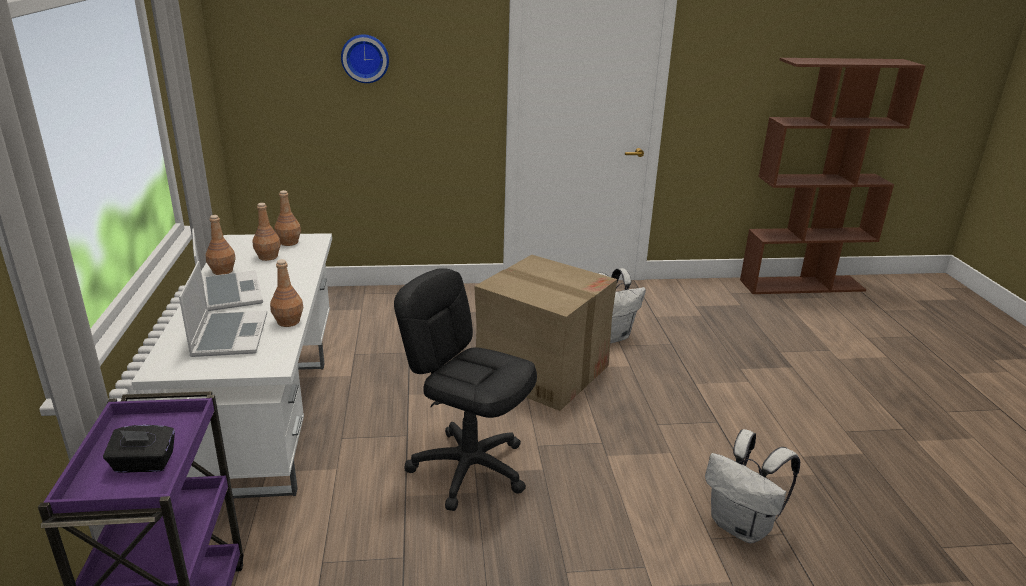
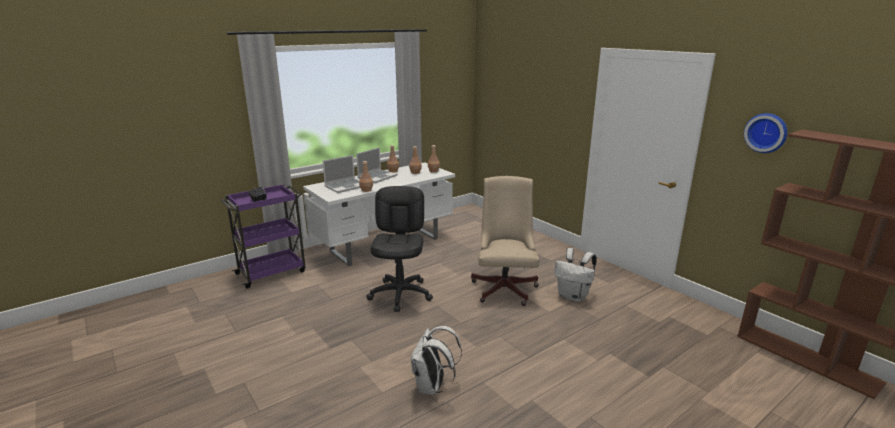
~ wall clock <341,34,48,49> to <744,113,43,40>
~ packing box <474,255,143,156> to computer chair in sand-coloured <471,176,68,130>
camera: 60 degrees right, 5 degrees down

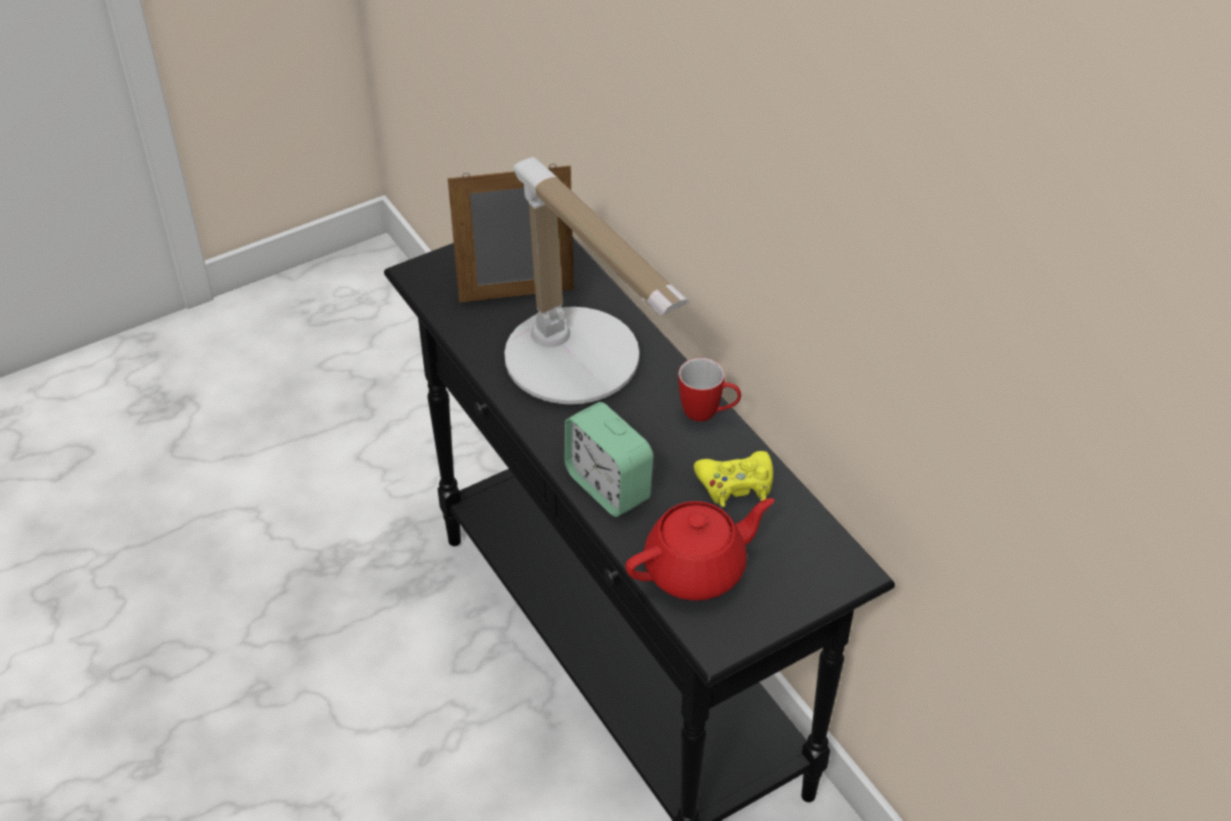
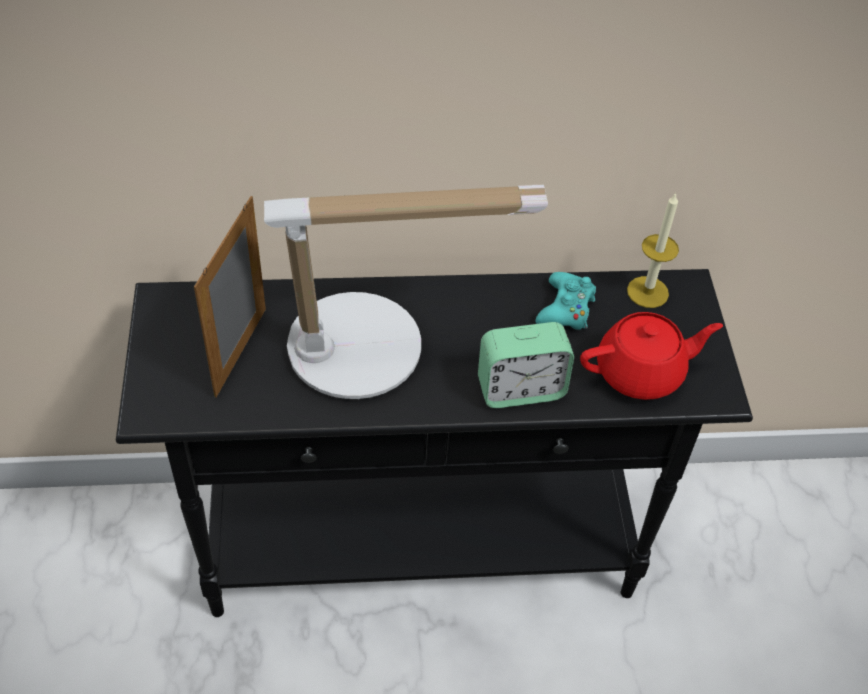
- mug <678,358,63,64>
+ candle <627,192,52,116>
~ gamepad in yellow-coloured <694,451,79,56> to gamepad in turquoise-coloured <536,272,60,58>
~ tea pot in red-coloured <625,498,149,103> = <580,312,143,88> 75 degrees clockwise
camera: 65 degrees left, 5 degrees up

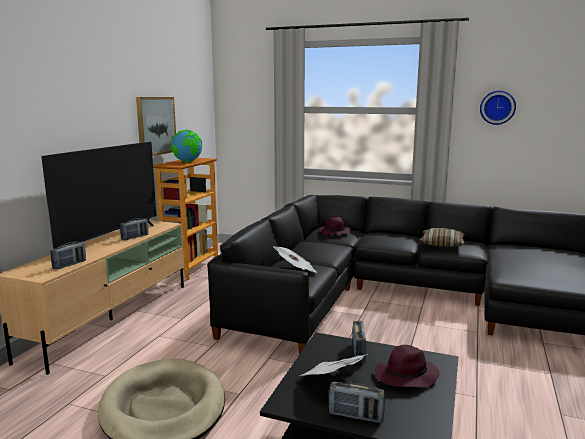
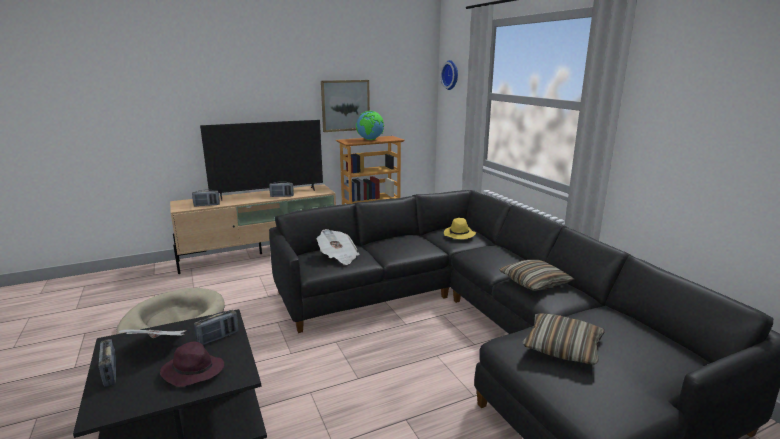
+ throw pillow <522,313,82,52>
~ wall clock <480,91,36,34> to <440,60,18,30>
~ hat in purplish <319,217,32,19> to hat in yellow-coloured <444,218,32,21>
camera: 45 degrees right, 5 degrees up

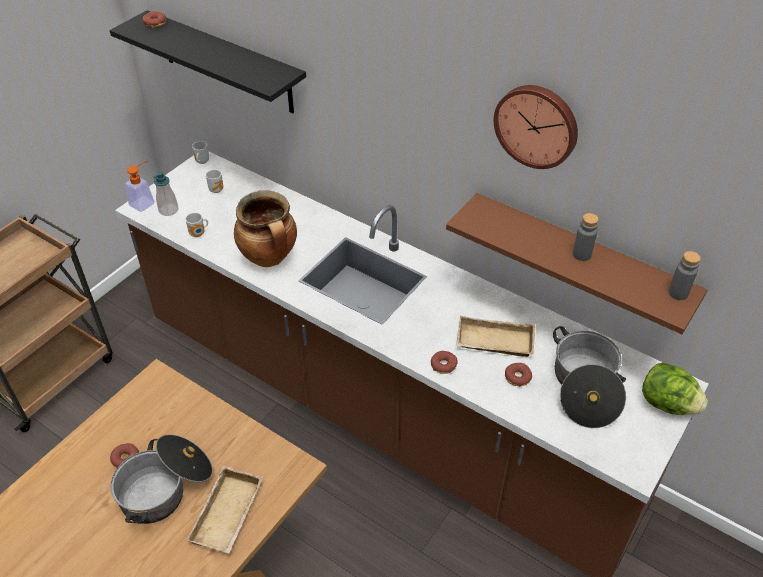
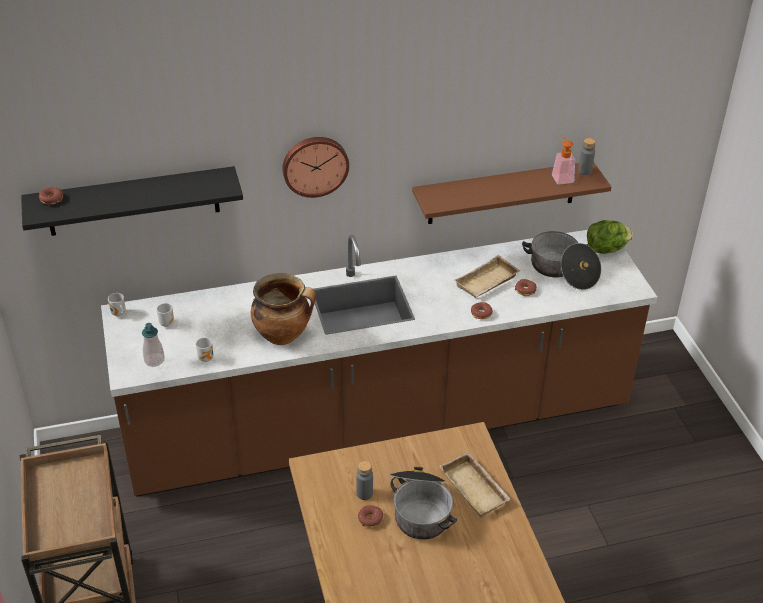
~ soap bottle <125,161,30,51> to <552,134,23,51>
~ wall clock <494,85,84,84> to <282,137,67,61>
~ bottle in greyish <573,213,26,48> to <356,461,17,39>
camera: 50 degrees left, 5 degrees down

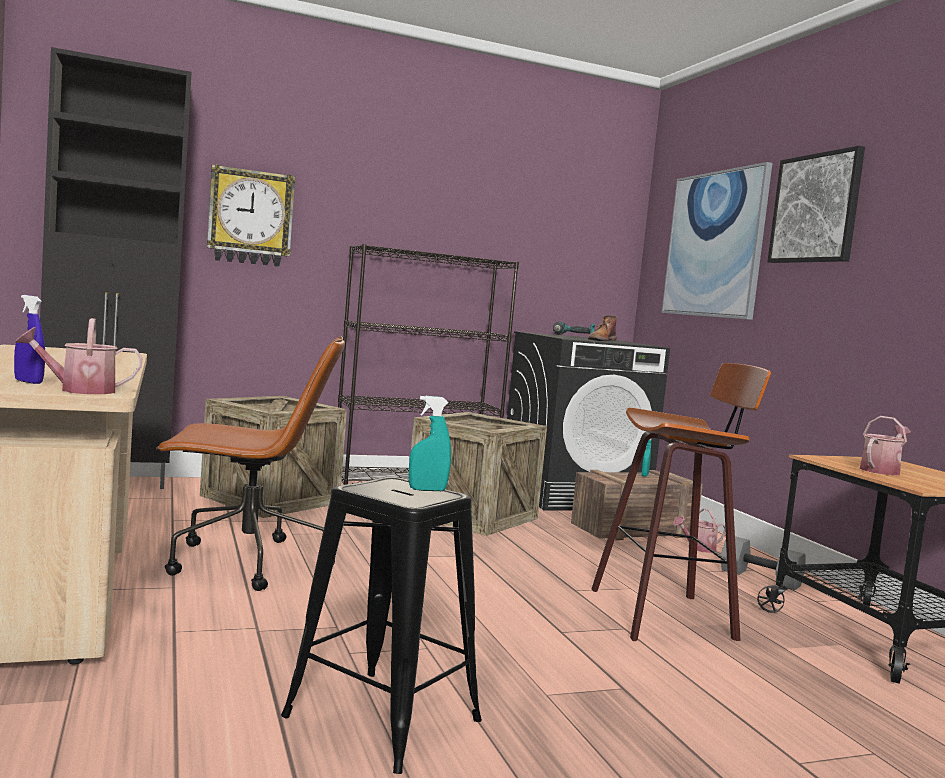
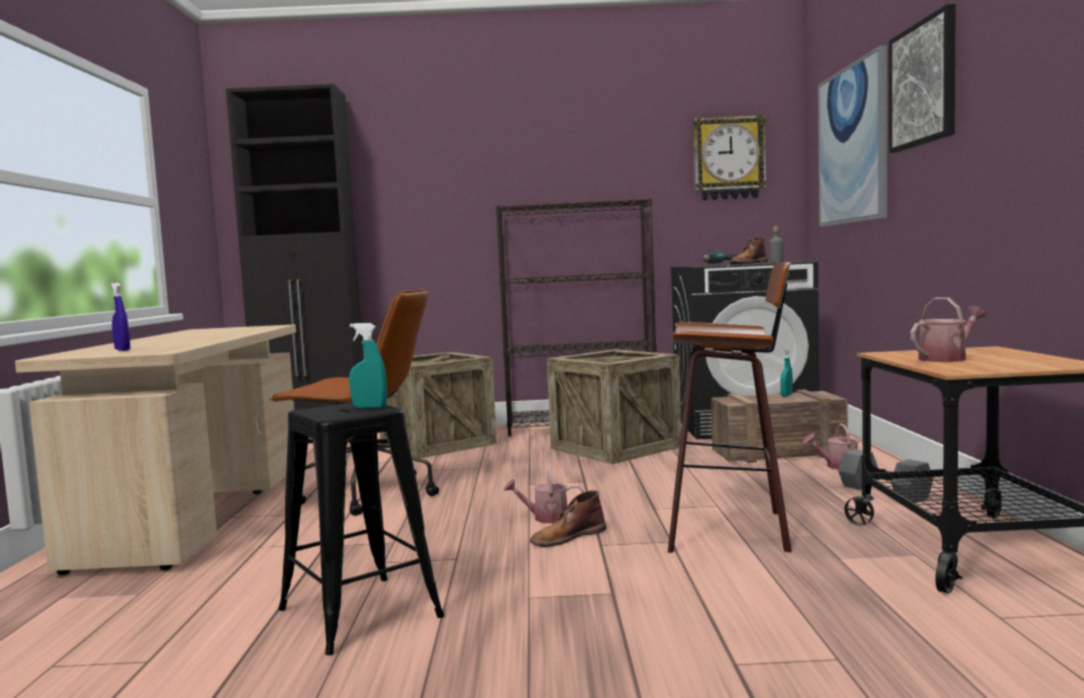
+ boot in brownish <530,490,76,57>
+ bottle in greyish <769,226,14,37>
~ sprinkling can <15,318,128,76> to <503,467,81,56>
~ wall clock <207,165,89,102> to <693,115,74,86>
camera: 20 degrees right, 0 degrees up

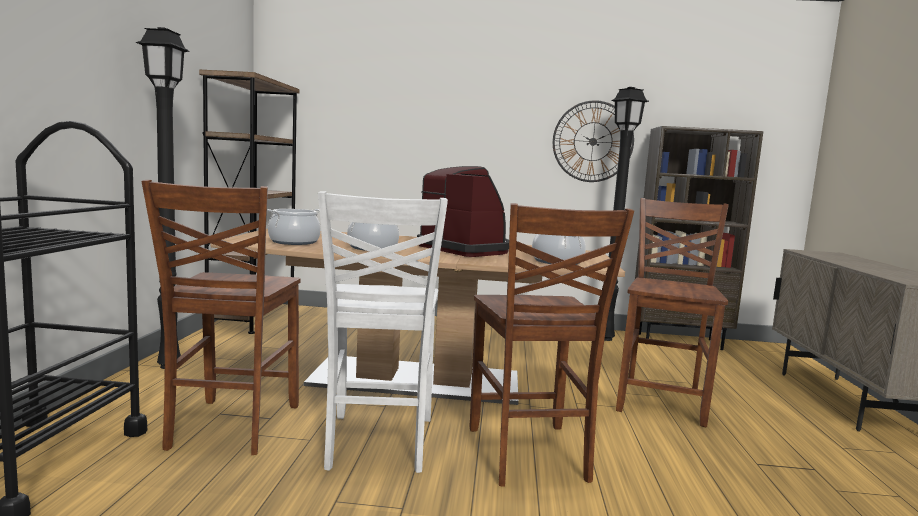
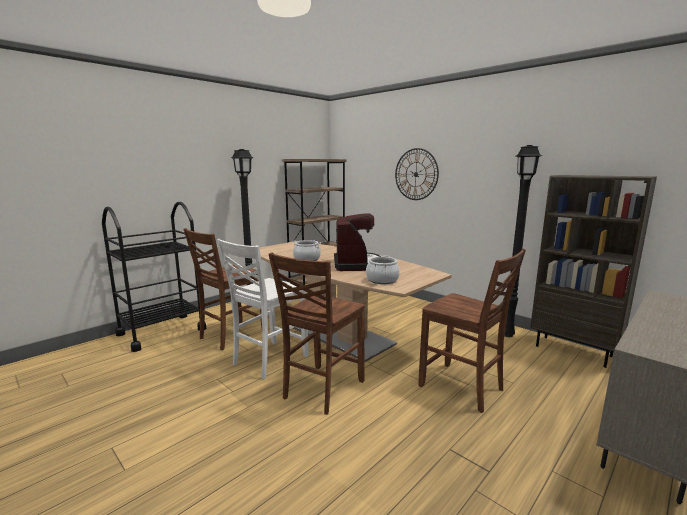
- stockpot <267,209,54,36>
~ wall clock <553,100,81,82> to <395,148,44,52>
~ plain chair in brownish <616,198,113,229> = <418,249,108,164> 75 degrees clockwise
camera: 40 degrees right, 5 degrees up

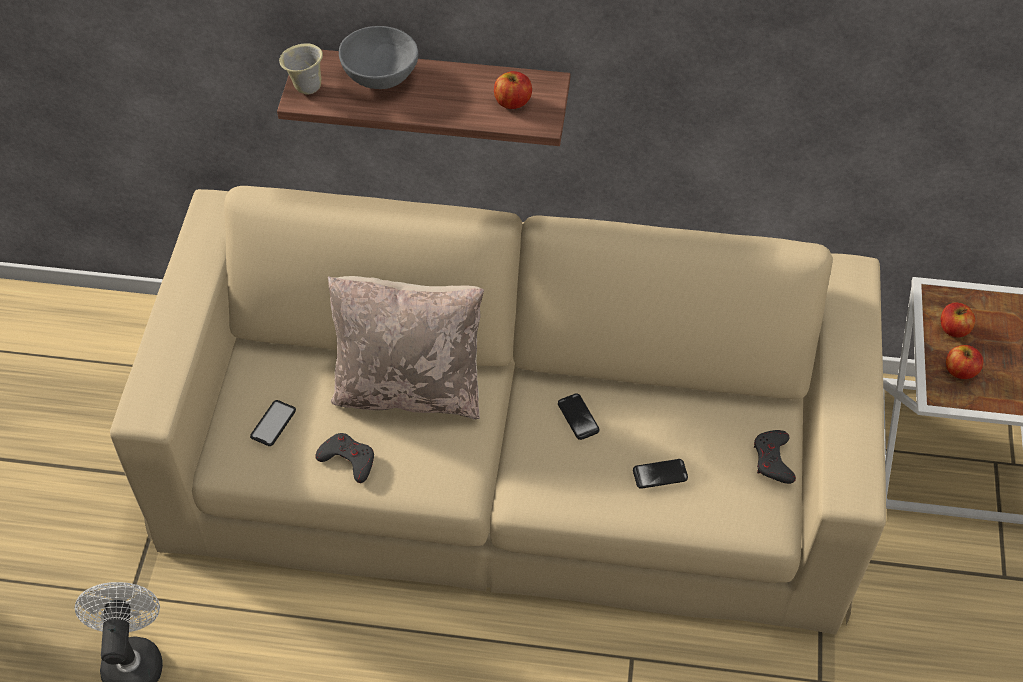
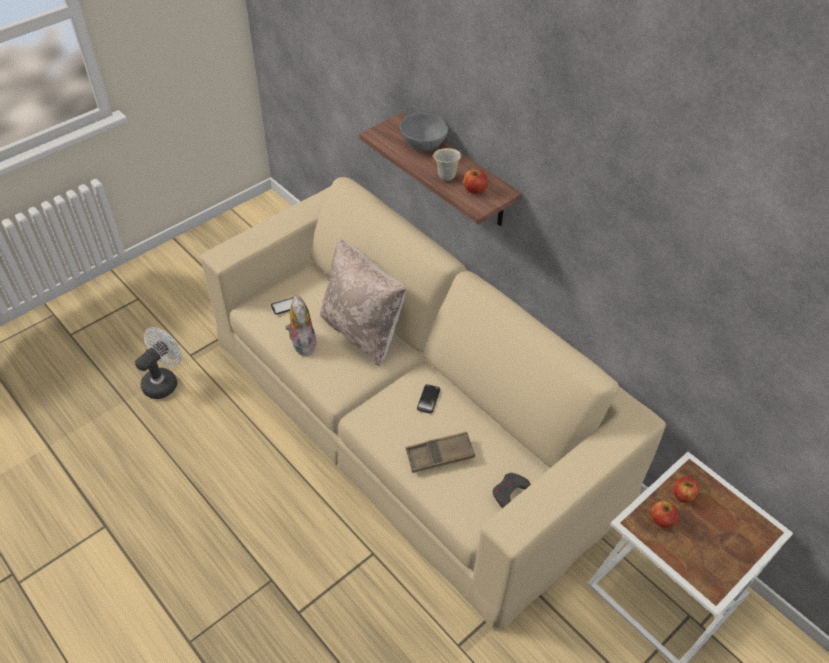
~ mug in sand-coloured <279,43,44,52> to <433,148,28,33>
~ gamepad in greyish <315,433,59,50> to soft toy <285,295,32,61>
~ handset <633,459,55,30> to tray in brownish <406,432,69,41>
camera: 40 degrees right, 5 degrees down

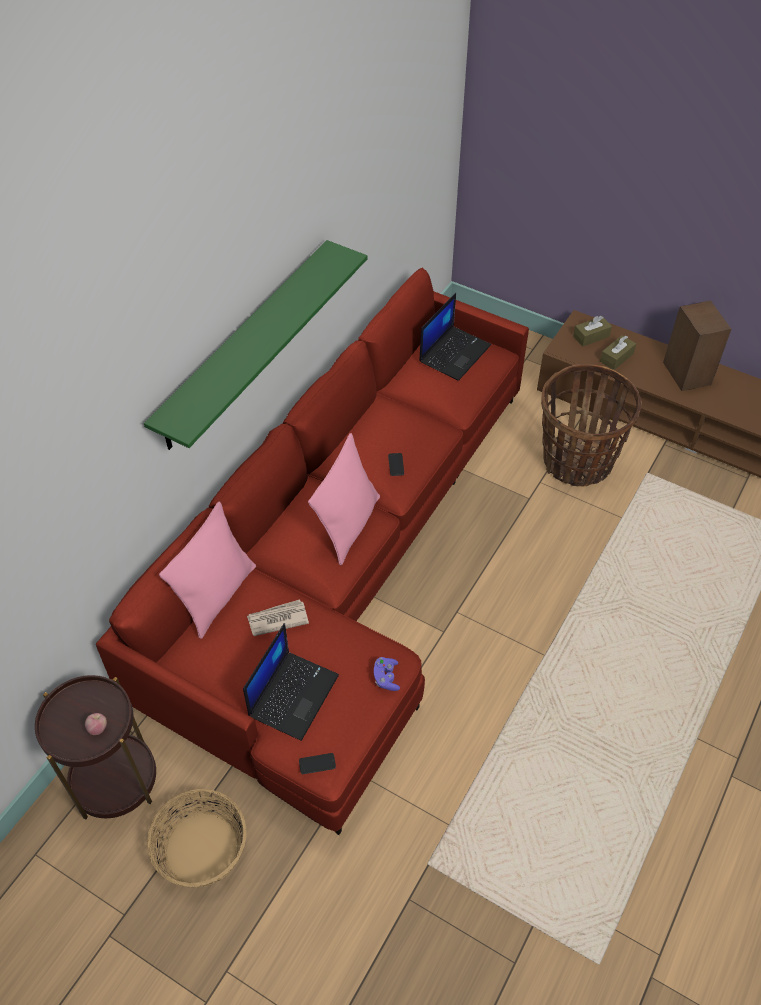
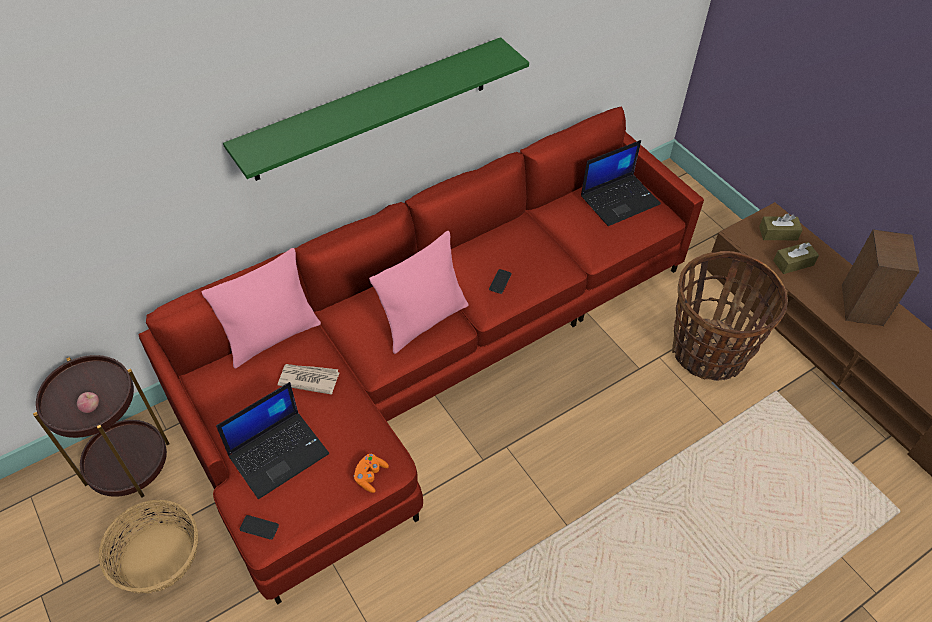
~ gamepad in purplish <374,657,26,34> to gamepad in orange-coloured <354,454,35,39>
camera: 25 degrees right, 0 degrees up

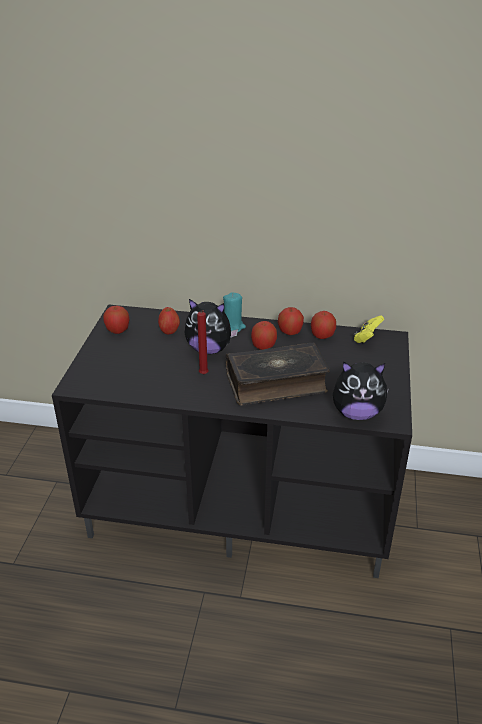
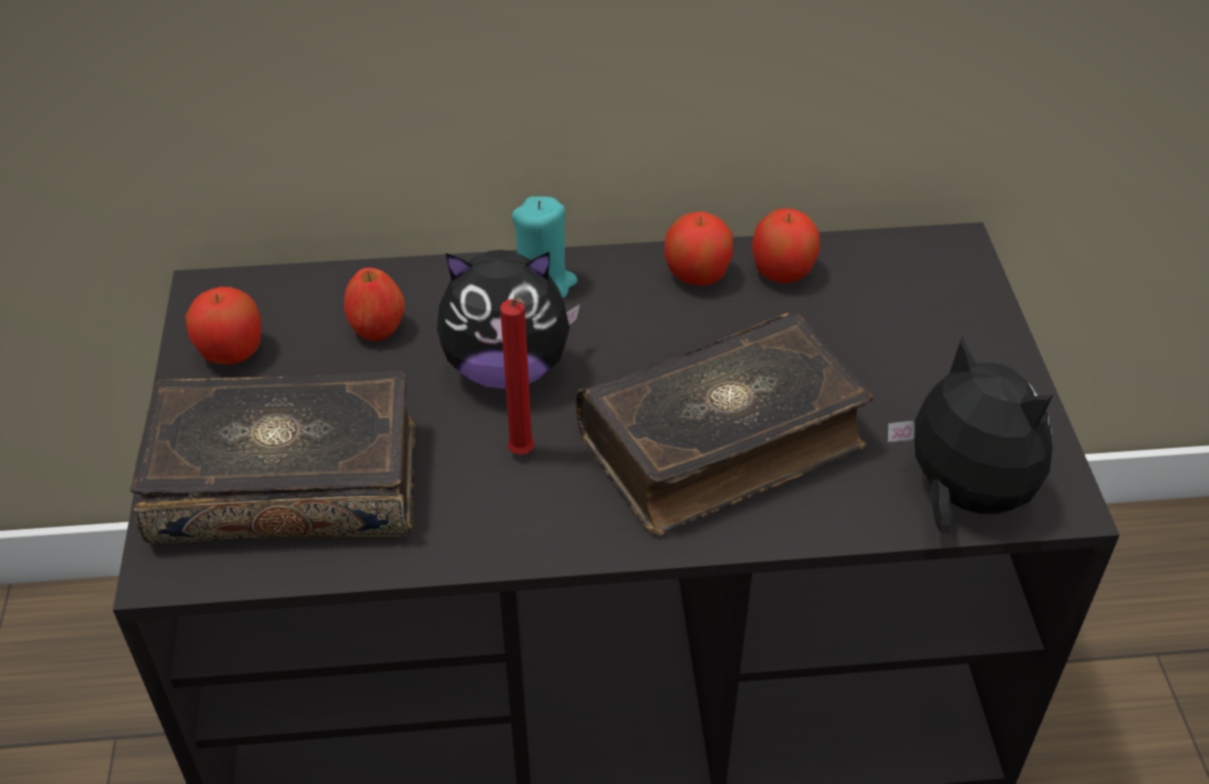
- apple <251,321,26,29>
- gamepad in yellow-coloured <354,315,30,28>
+ volume <130,370,285,174>
~ soft toy <333,362,56,58> = <888,335,165,199> 120 degrees counterclockwise
camera: 15 degrees left, 10 degrees up

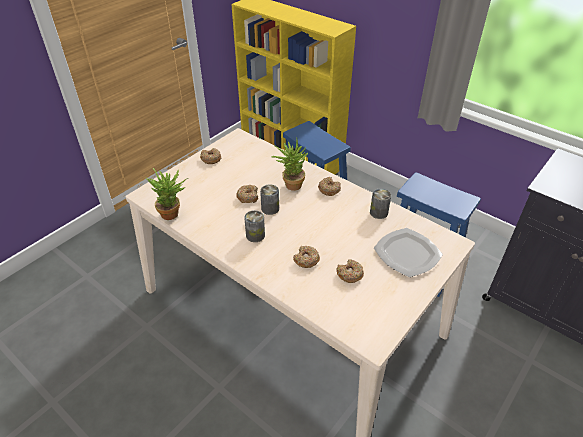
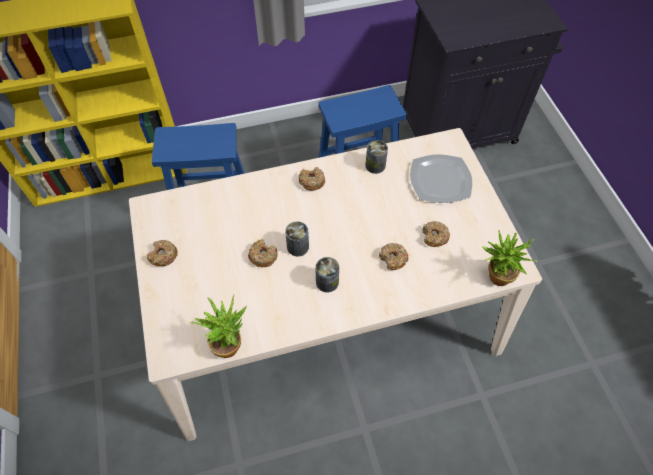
~ houseplant <272,138,36,53> to <482,230,55,56>
camera: 55 degrees left, 15 degrees up

